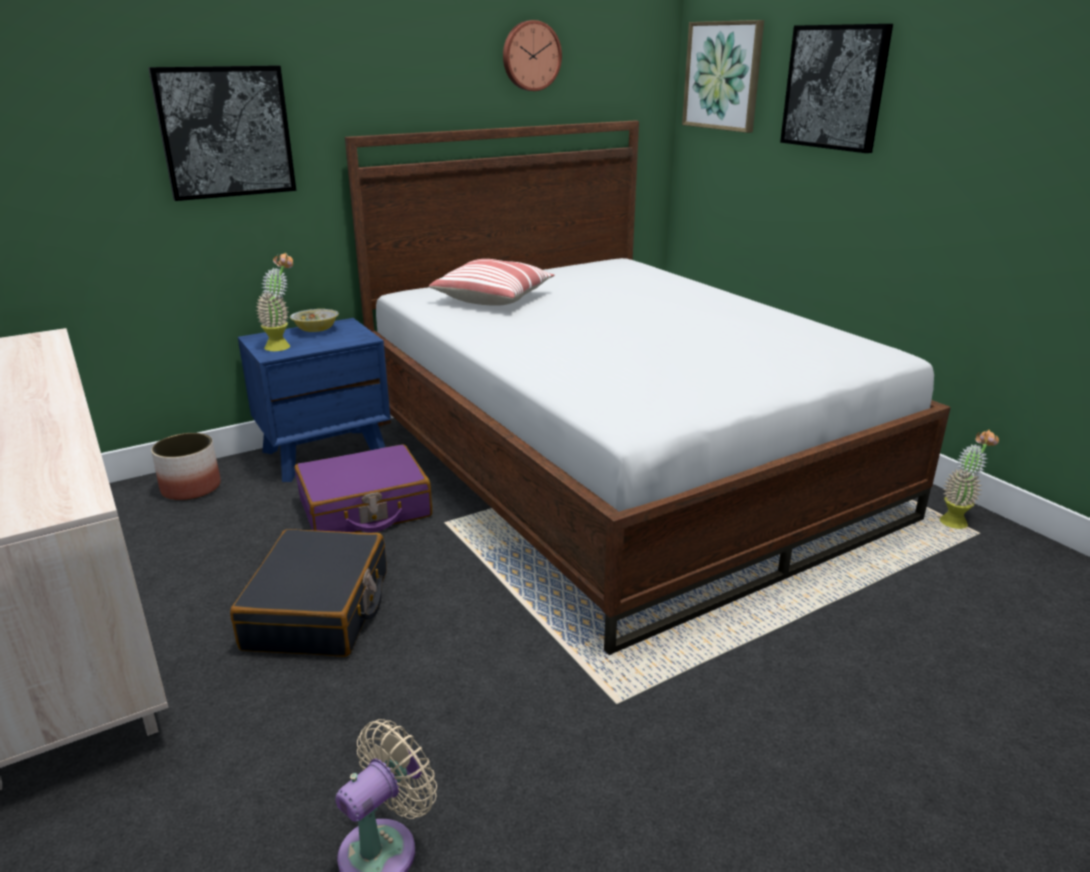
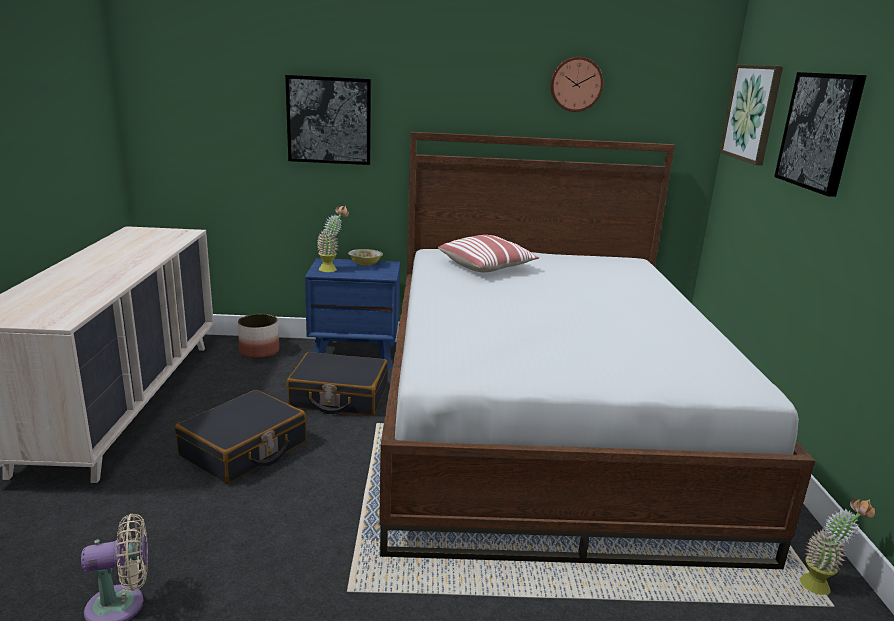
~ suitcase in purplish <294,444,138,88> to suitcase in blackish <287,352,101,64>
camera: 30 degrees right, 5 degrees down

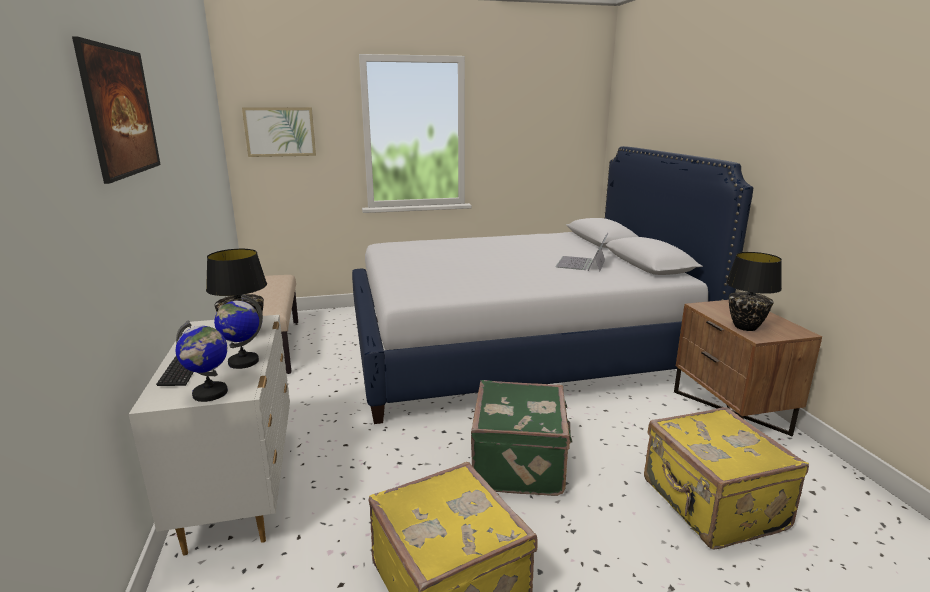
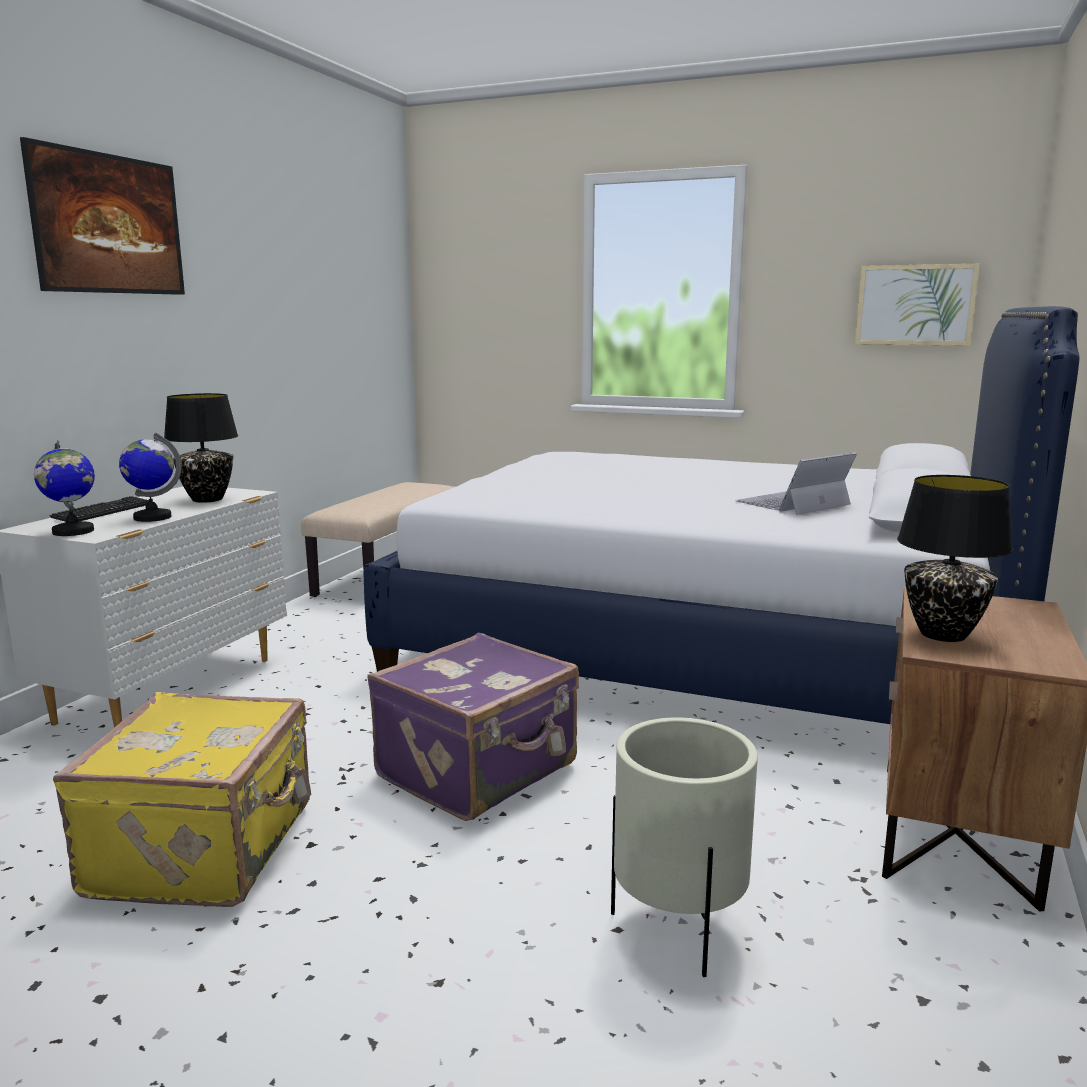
~ wall art <242,107,74,50> to <855,264,125,82>
~ suitcase in yellow-coloured <644,407,165,143> to plant pot in sand-coloured <611,717,147,260>
~ suitcase in greenish <471,380,102,116> to suitcase in purplish <367,633,212,188>
camera: 35 degrees right, 5 degrees down

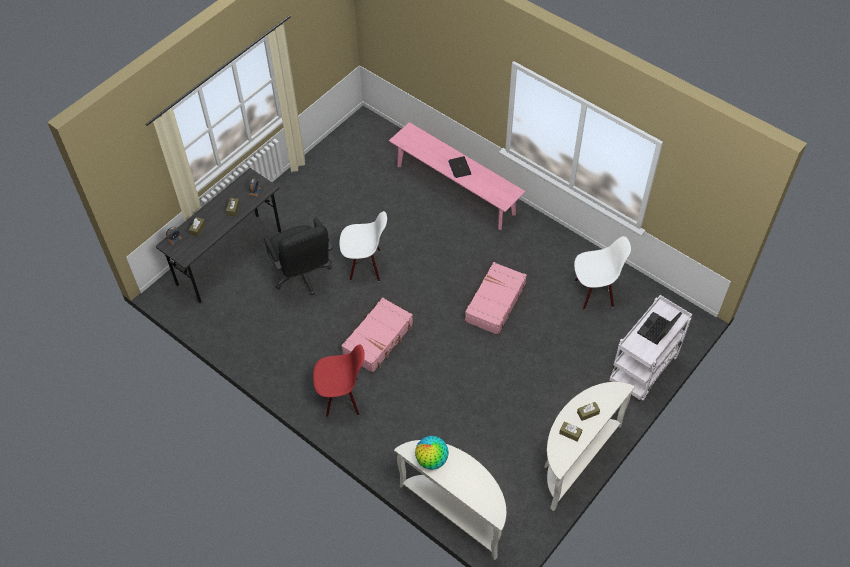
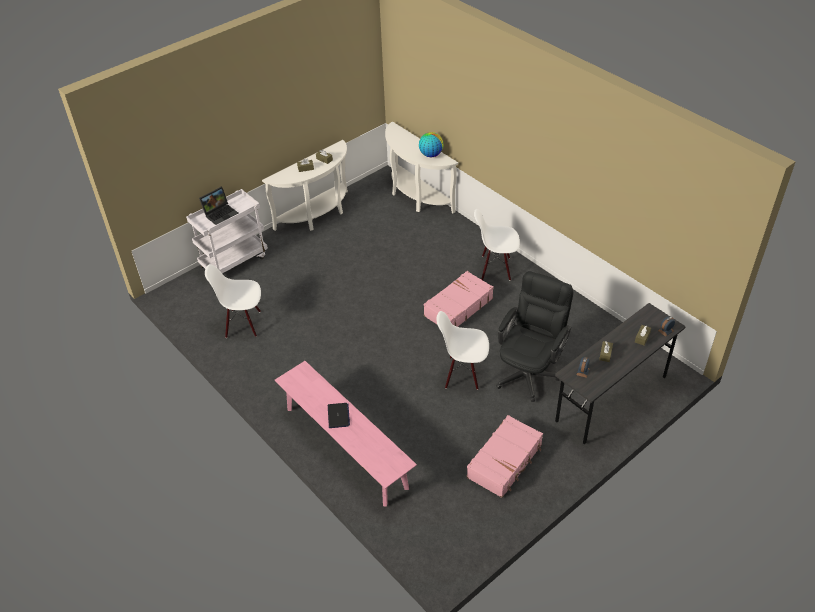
~ suitcase in pink <465,262,62,73> to <466,415,77,83>
~ plain chair in red-coloured <313,344,52,73> to plain chair in white-coloured <474,209,46,72>
~ computer chair in blackish <264,218,69,77> = <496,271,77,131> 45 degrees clockwise
camera: 170 degrees left, 10 degrees down

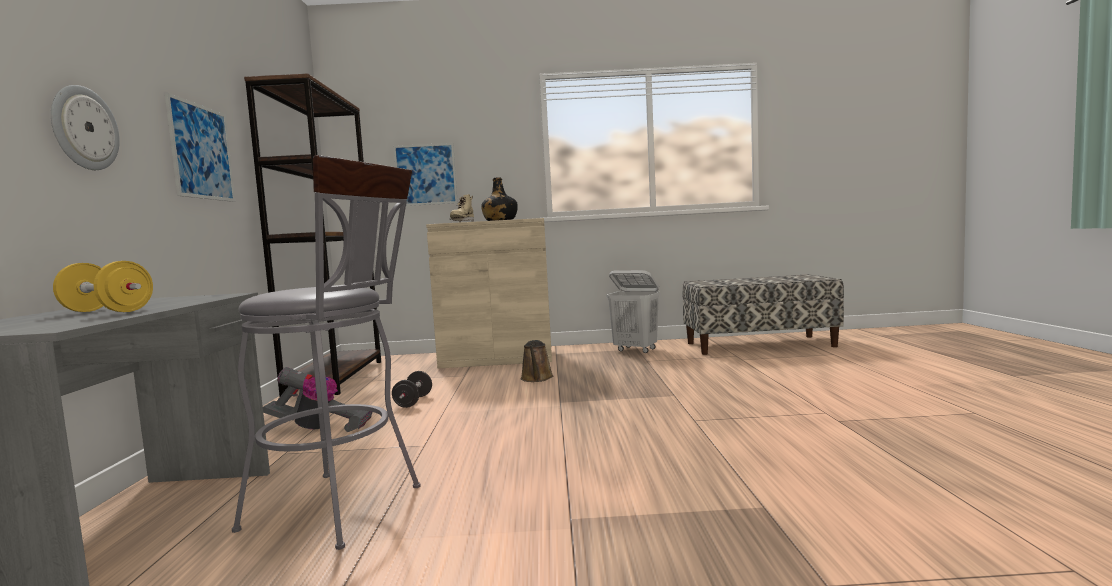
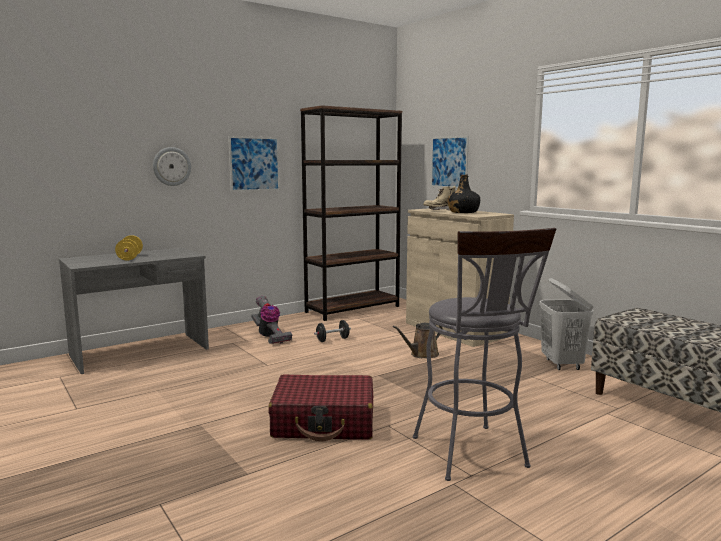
+ suitcase in red-coloured <268,374,105,68>
~ sitting stool in greyish <232,155,189,395> to <413,228,143,253>
camera: 55 degrees right, 5 degrees up

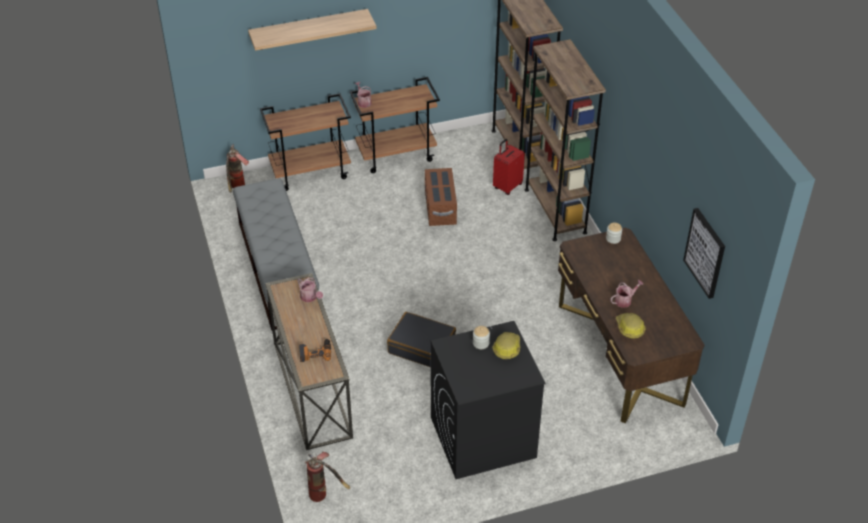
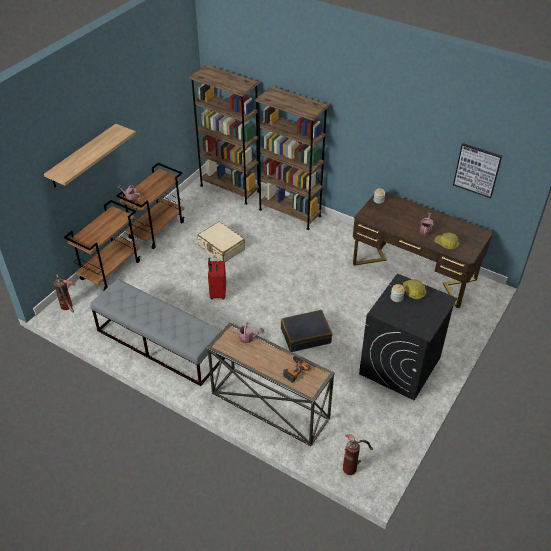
~ suitcase in red-coloured <493,139,32,56> to <208,258,18,42>
~ storage container in brownish <425,168,32,58> to suitcase in sand-coloured <197,222,48,40>
camera: 40 degrees left, 0 degrees up

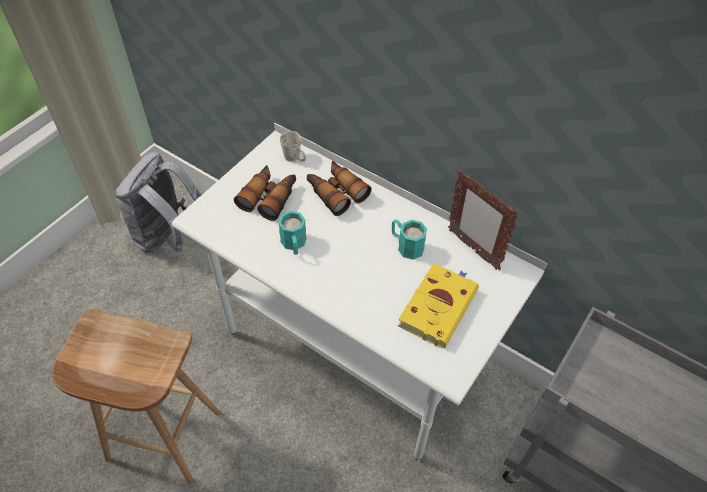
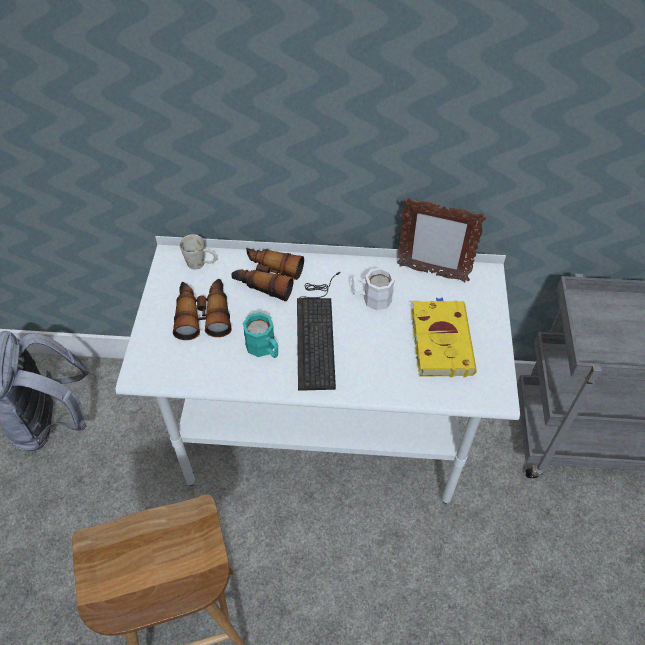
+ keyboard <297,272,44,119>
~ mug in turquoise-coloured <392,219,35,41> to mug in white-coloured <351,267,44,43>
camera: 30 degrees left, 0 degrees up

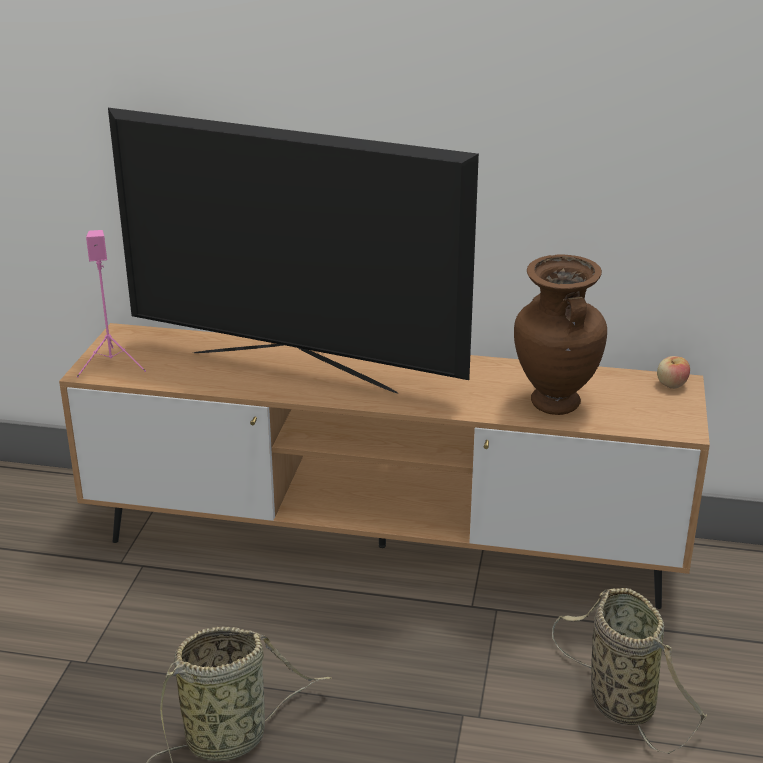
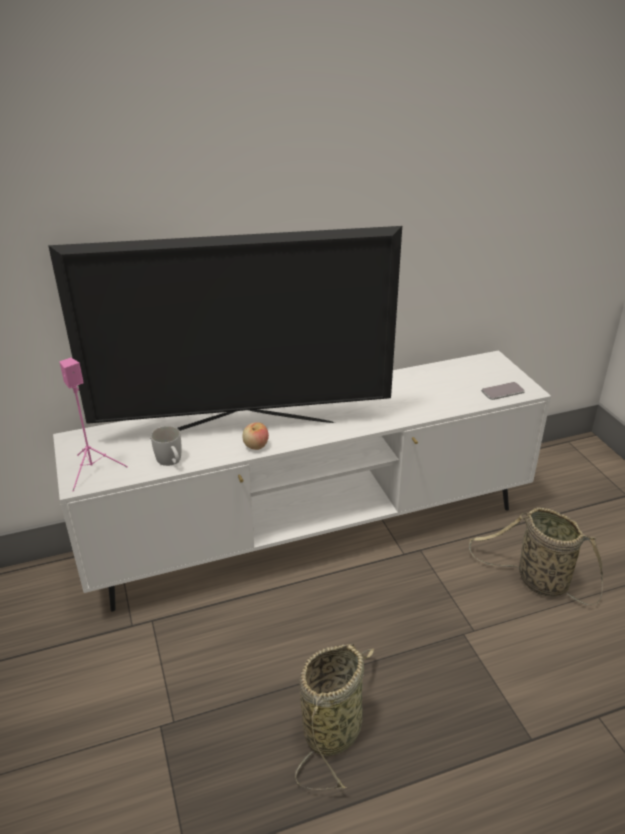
- vase in brownish <514,254,93,161>
+ mug in white-coloured <151,426,31,40>
+ handset <482,382,43,18>
~ apple <657,356,33,33> to <243,422,26,28>
~ tv unit in brownish <59,323,651,286> to tv unit in white-coloured <53,350,498,262>
camera: 30 degrees left, 5 degrees up

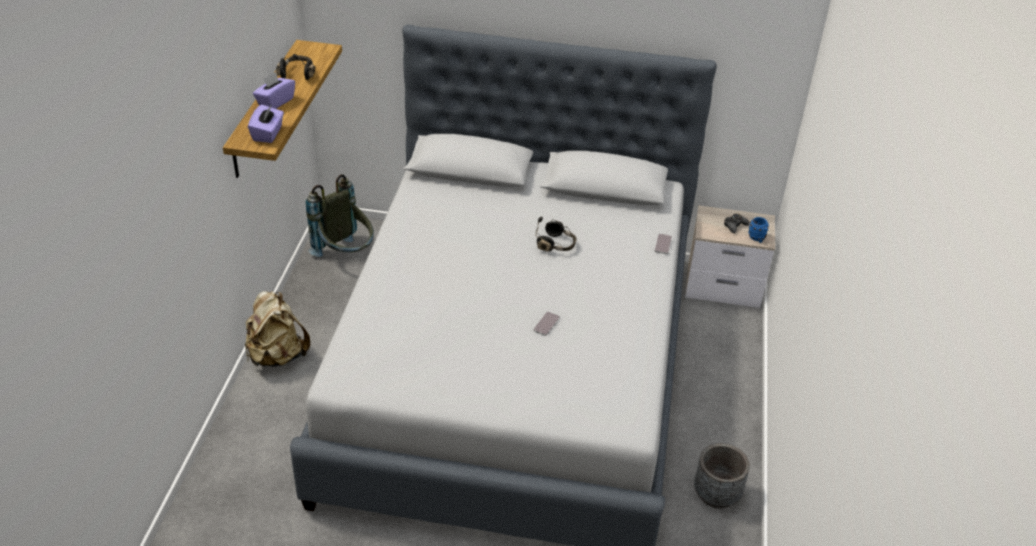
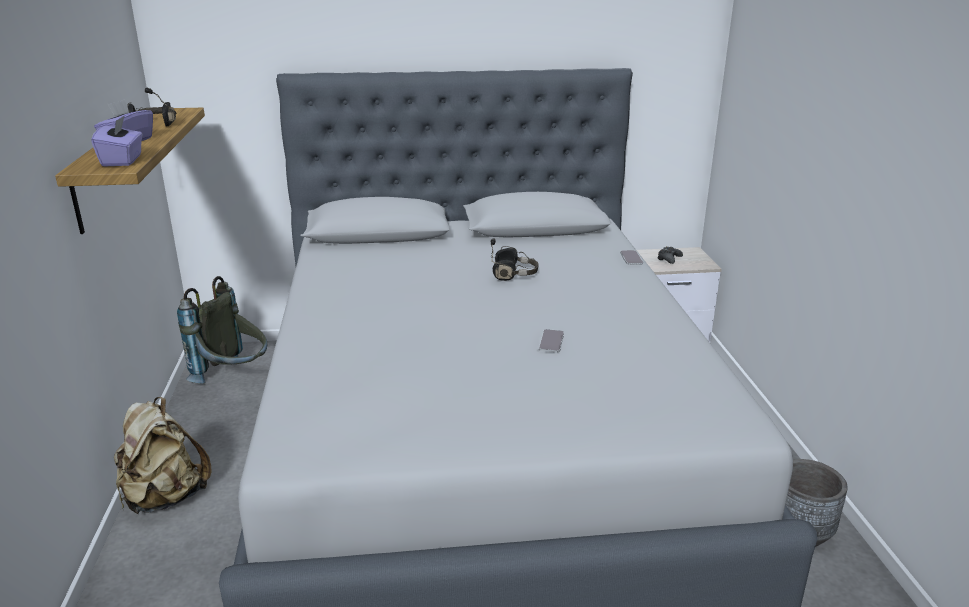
- mug in bluish <748,217,21,26>
camera: 15 degrees left, 15 degrees down

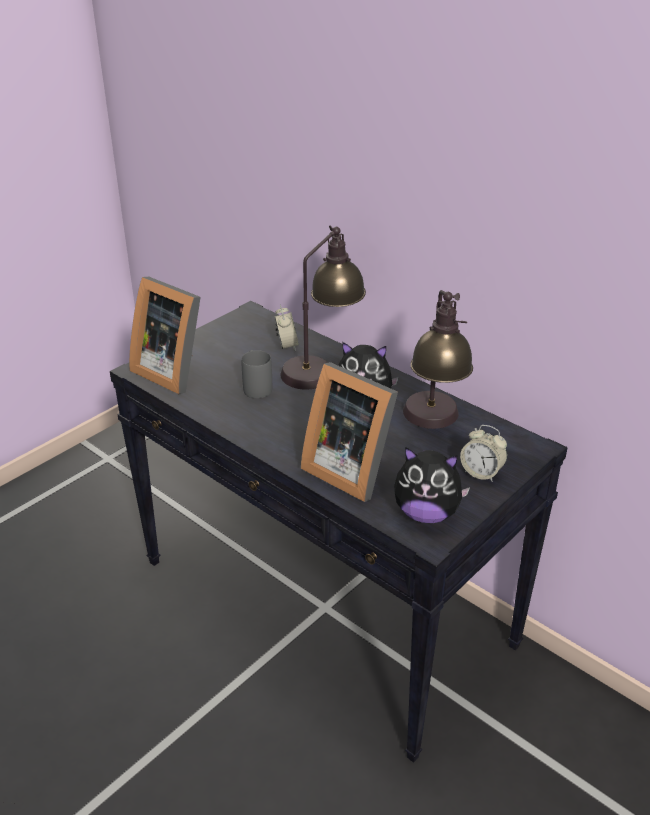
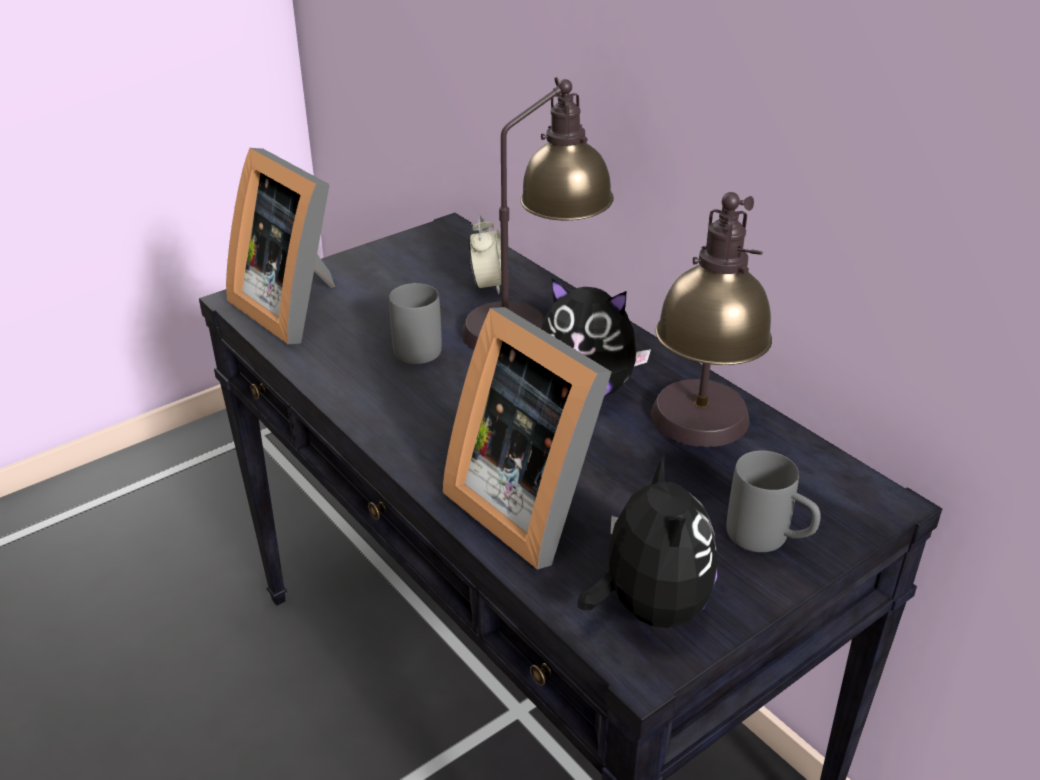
~ table clock <460,425,47,57> to mug in greyish <726,451,95,101>
~ soft toy <394,447,76,76> = <577,453,140,175> 120 degrees counterclockwise
camera: 10 degrees right, 0 degrees up

